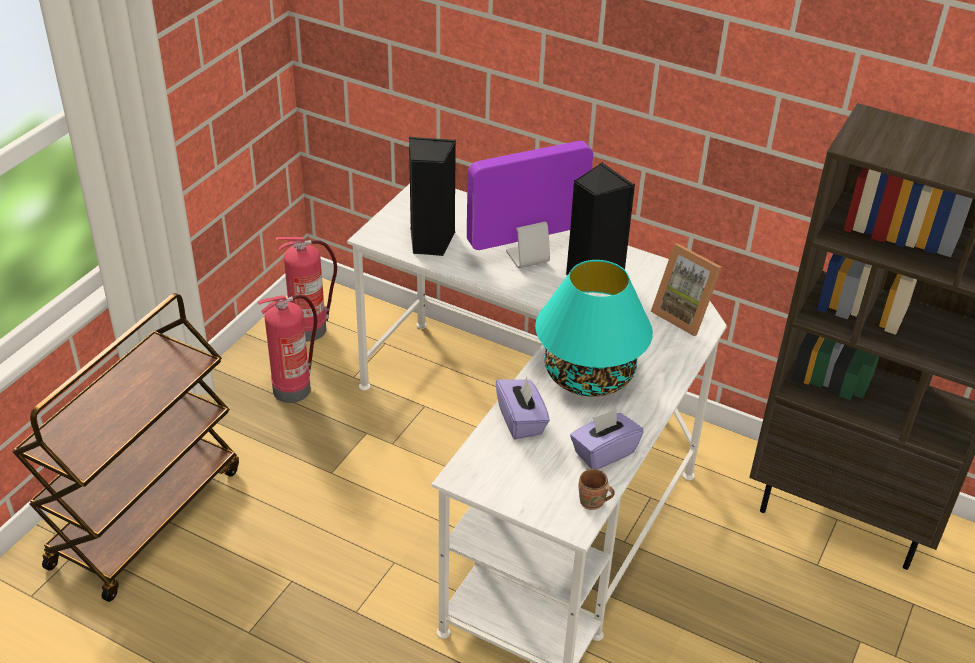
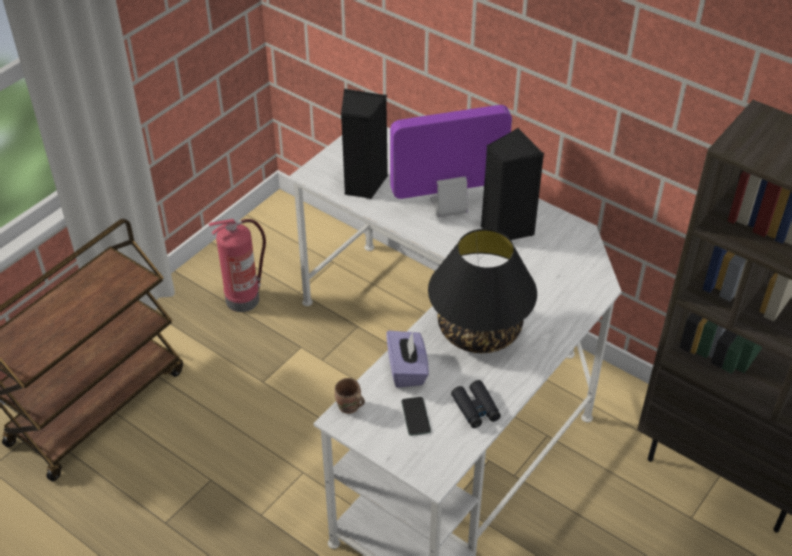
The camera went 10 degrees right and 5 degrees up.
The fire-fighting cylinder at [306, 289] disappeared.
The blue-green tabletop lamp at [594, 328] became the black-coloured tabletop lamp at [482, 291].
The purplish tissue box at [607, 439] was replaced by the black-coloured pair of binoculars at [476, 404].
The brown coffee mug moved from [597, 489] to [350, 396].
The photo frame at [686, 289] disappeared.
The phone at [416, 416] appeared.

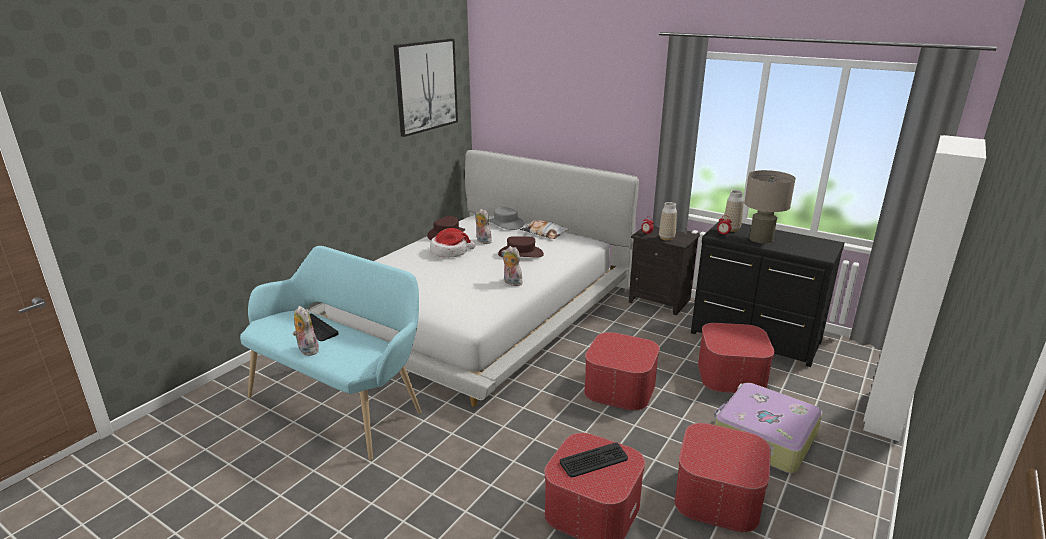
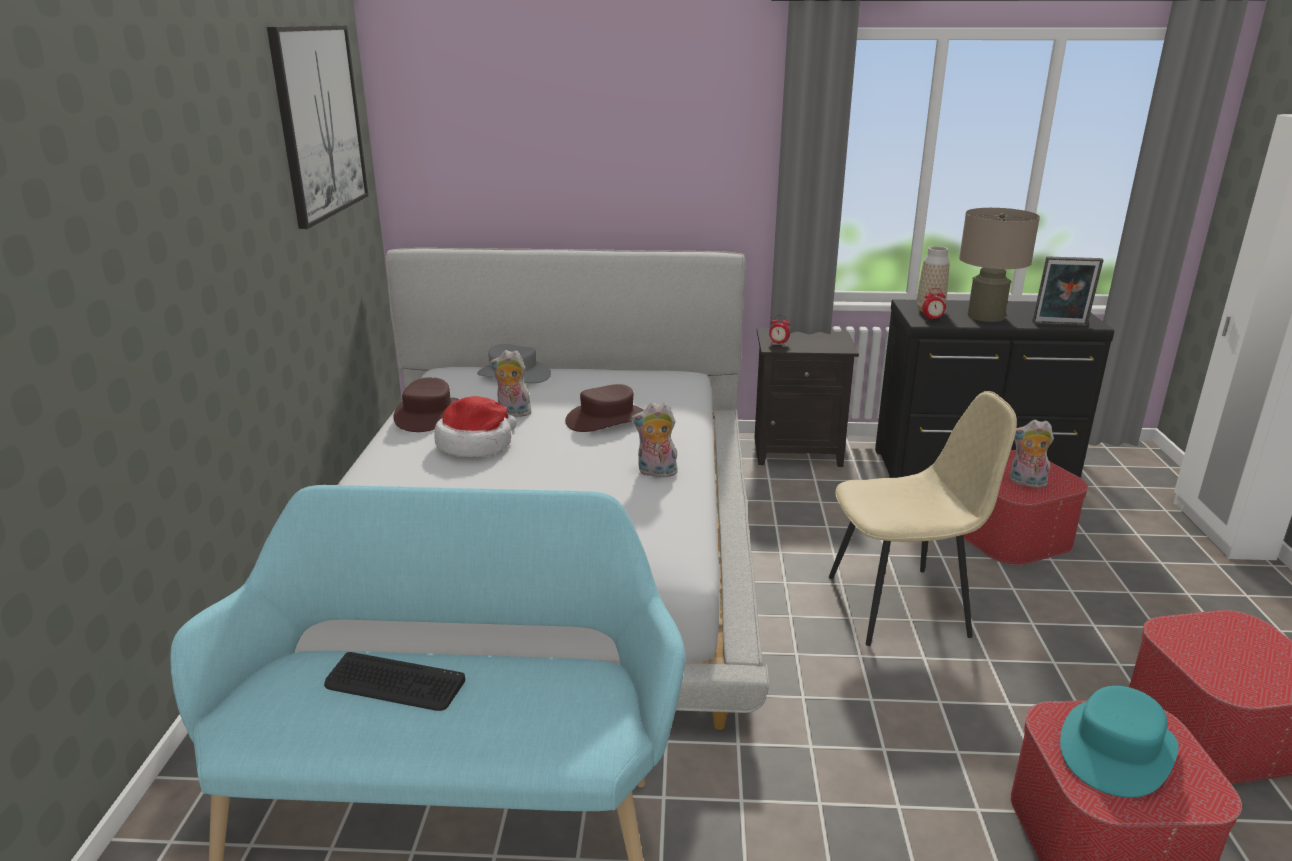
The camera went 30 degrees left and 0 degrees up.
The plush toy moved from [306, 331] to [1032, 454].
The pillow at [544, 229] disappeared.
The PC keyboard at [594, 459] was replaced by the blue-green hat at [1119, 742].
The ottoman at [622, 371] was replaced by the beige plain chair at [923, 518].
The flower vase at [668, 221] disappeared.
The suitcase at [768, 428] disappeared.
The photo frame at [1067, 291] appeared.

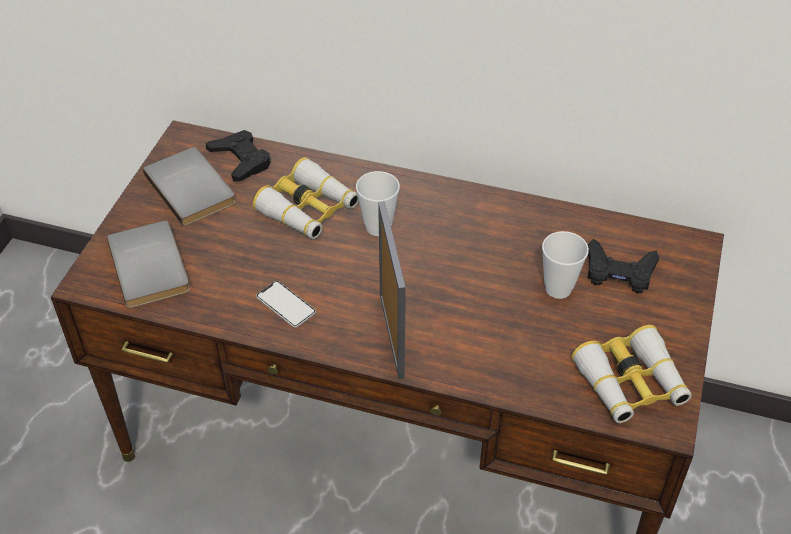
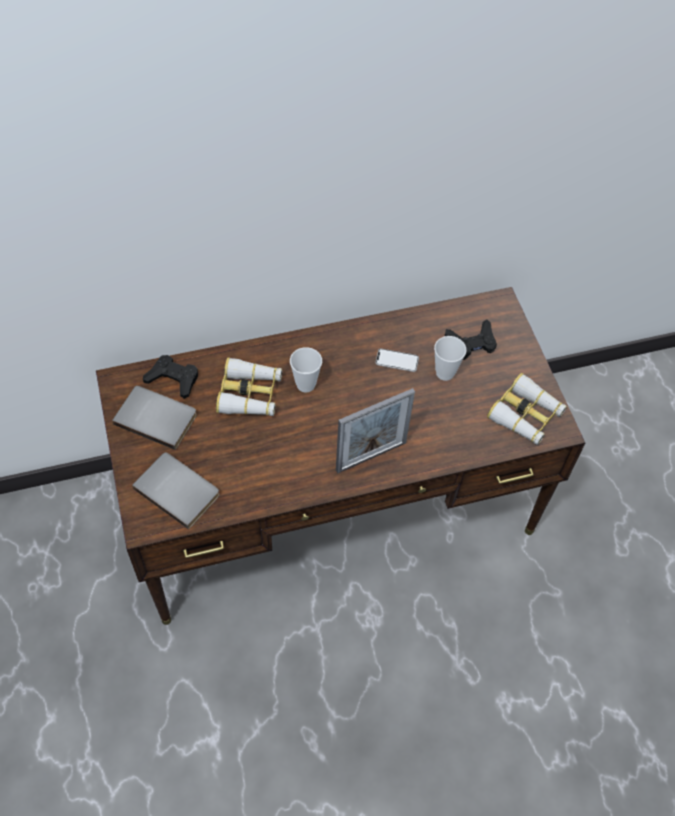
The camera went 35 degrees left and 10 degrees up.
The phone moved from [286, 304] to [397, 360].
The photo frame at [392, 290] turned 105 degrees clockwise.

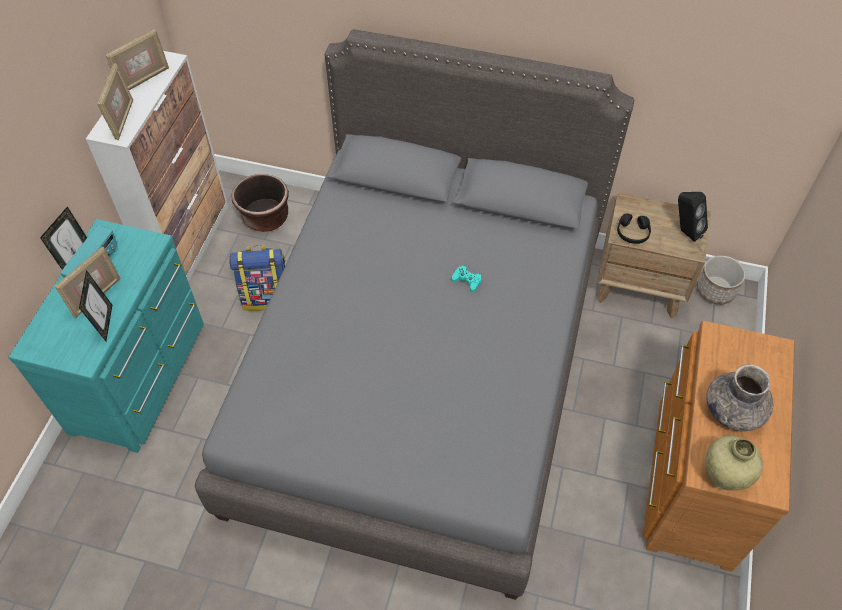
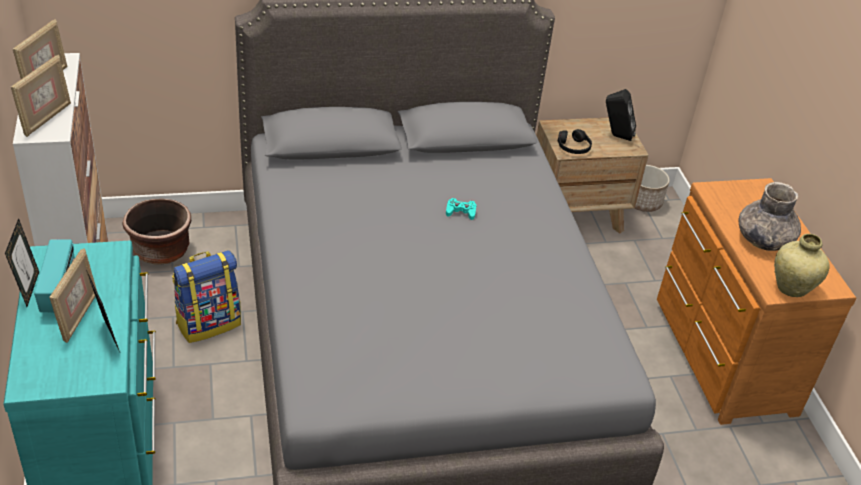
The camera went 30 degrees left and 15 degrees down.
The photo frame at [115, 101] turned 45 degrees clockwise.

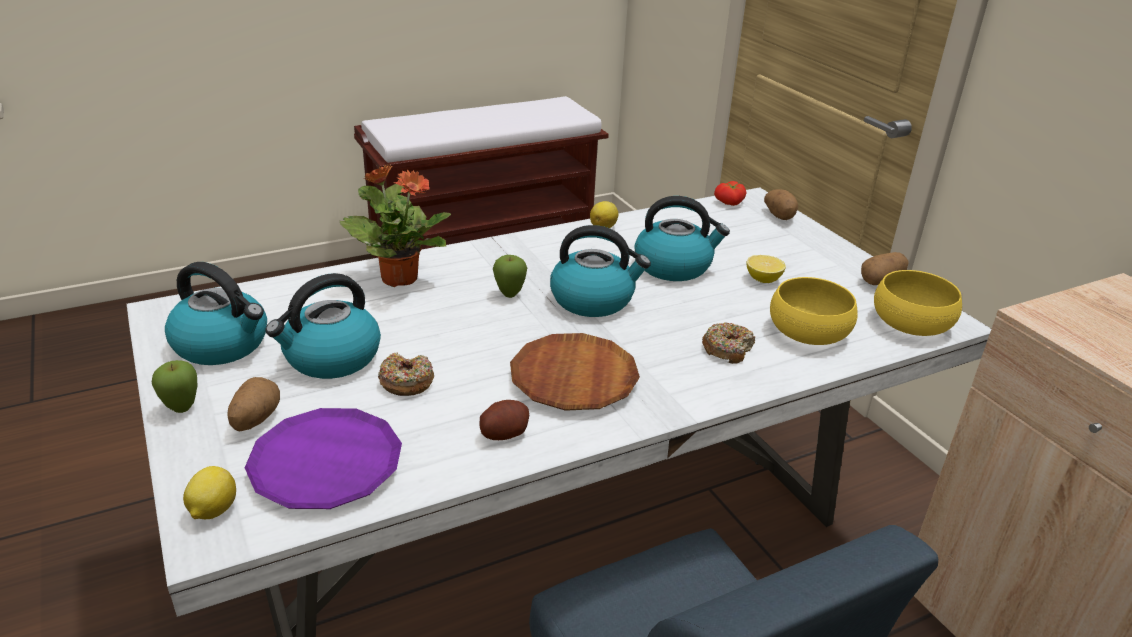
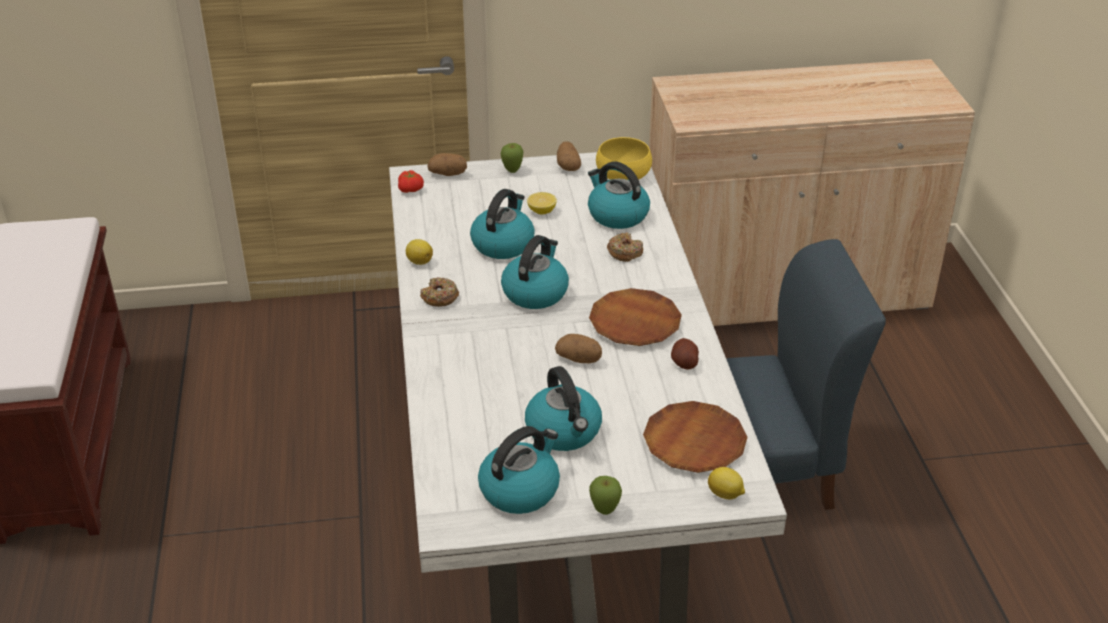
The camera went 70 degrees left and 5 degrees up.
The whole potato moved from [253, 404] to [578, 348].
The purplish plate at [323, 458] became the brown plate at [695, 437].
The houseplant at [395, 225] disappeared.
The donut moved from [406, 374] to [439, 292].
The apple moved from [510, 276] to [512, 158].
The yellowish serving bowl at [814, 311] was replaced by the kettle at [619, 195].

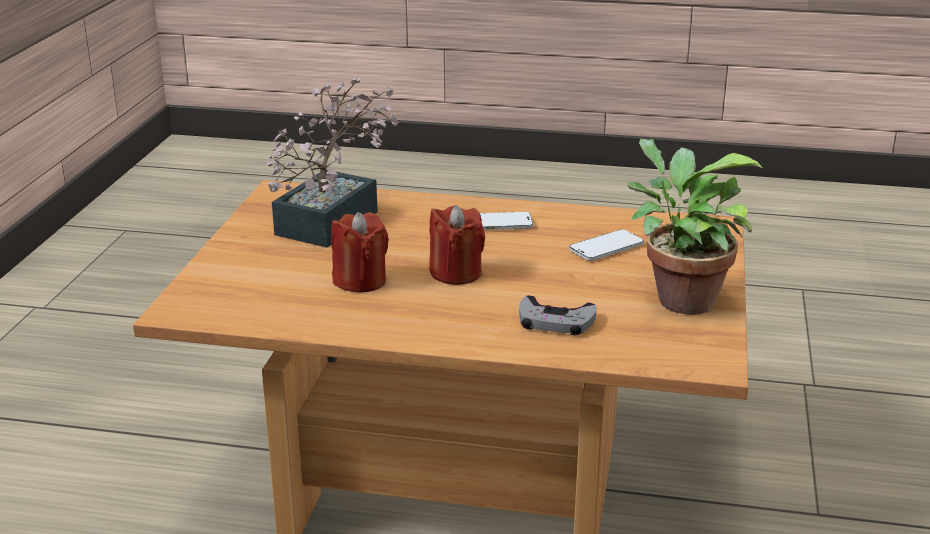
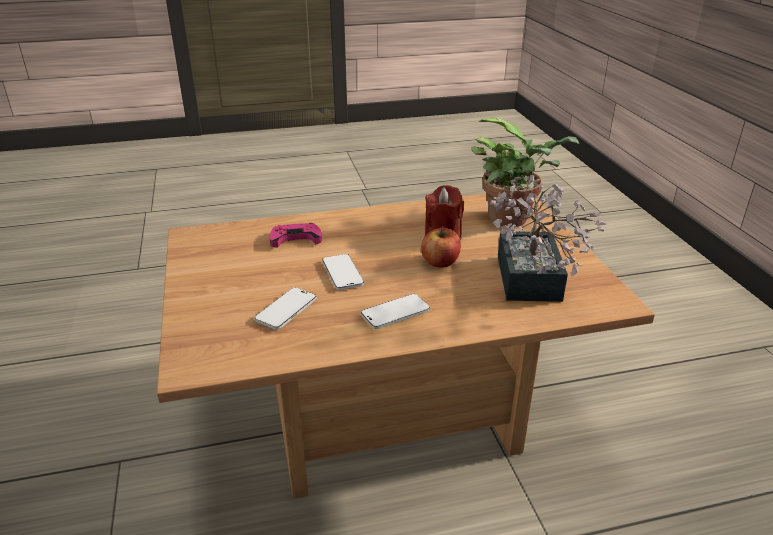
The camera went 155 degrees right and 5 degrees up.
The reddish wax candle at [457, 245] disappeared.
The grey joypad at [557, 315] became the pink joypad at [296, 235].
The houseplant moved from [695, 227] to [525, 172].
The phone at [343, 272] appeared.
The apple at [441, 247] appeared.

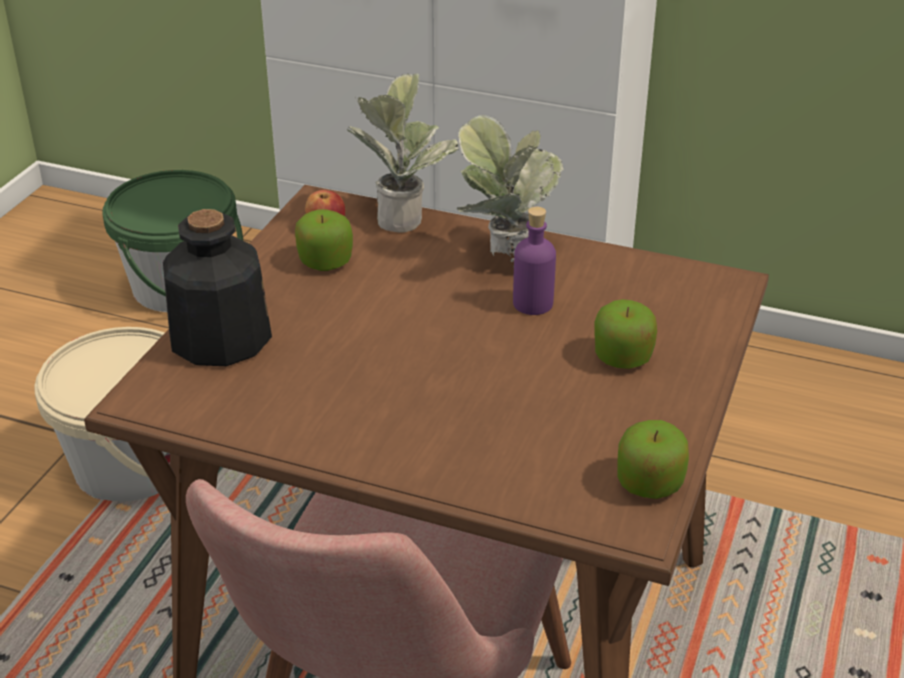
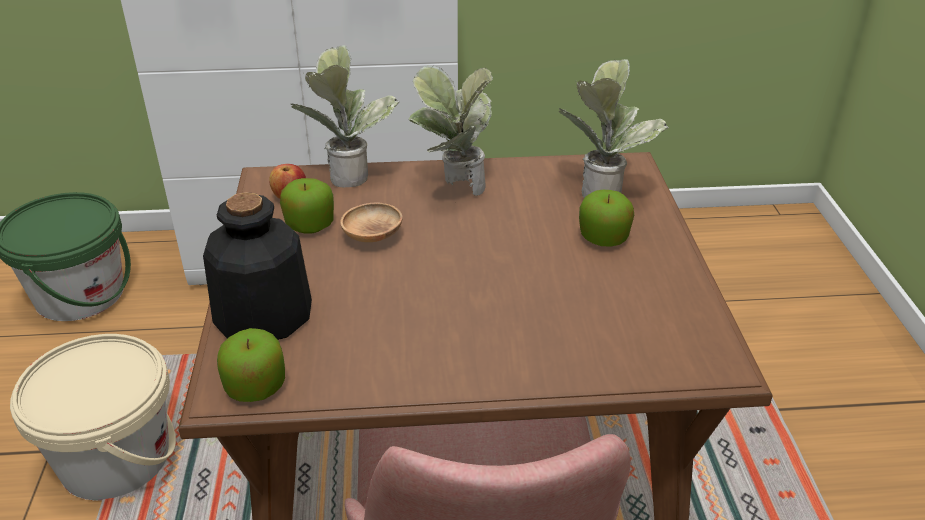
The camera went 25 degrees left and 0 degrees up.
The purplish drink bottle at [534, 261] disappeared.
The apple moved from [653, 459] to [251, 365].
The brown serving bowl at [371, 222] appeared.
The houseplant at [614, 128] appeared.

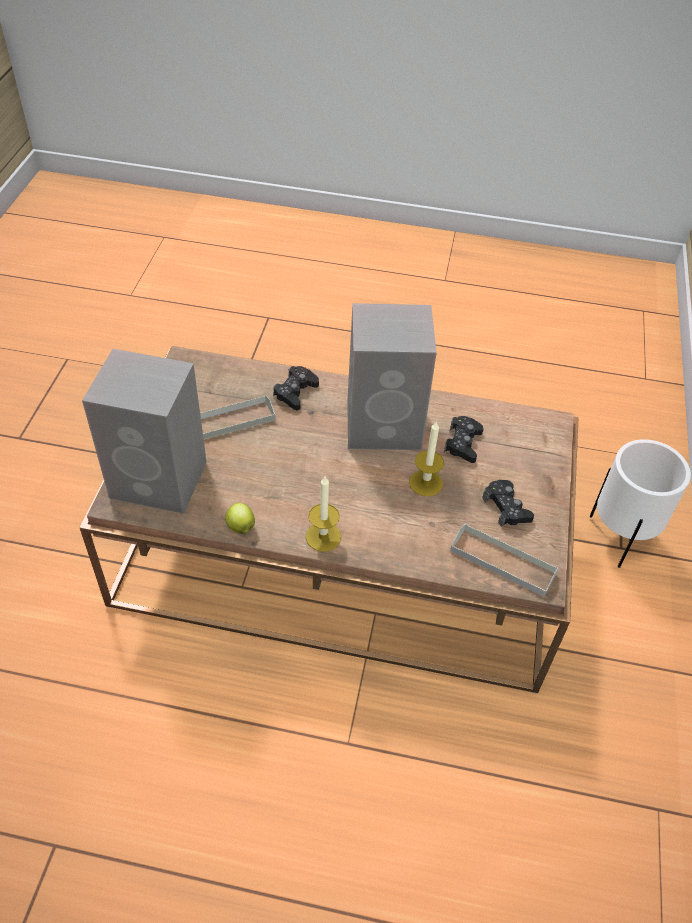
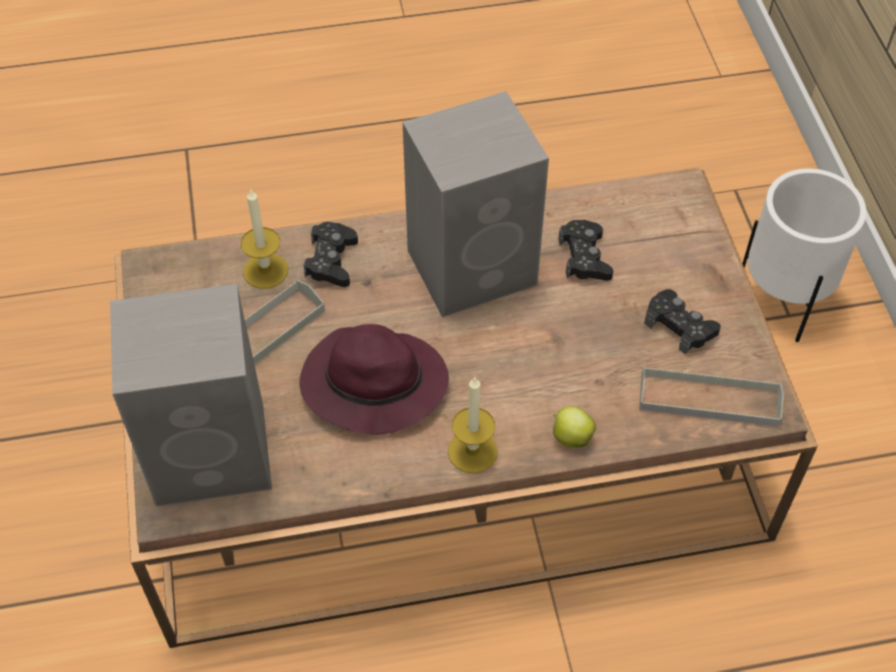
The camera went 20 degrees left and 5 degrees up.
The apple moved from [240, 518] to [574, 427].
The wax candle moved from [426, 458] to [264, 238].
The purplish hat at [374, 379] appeared.

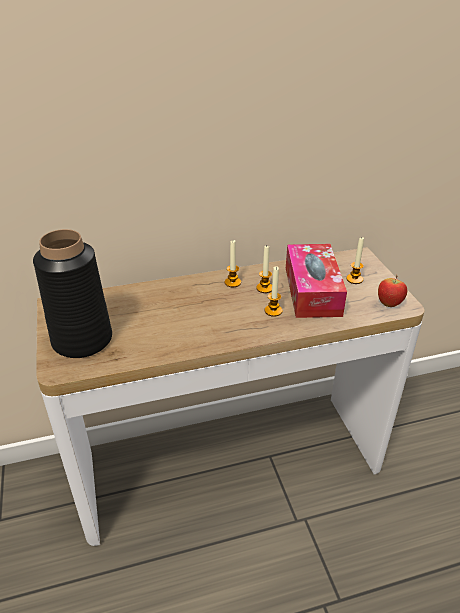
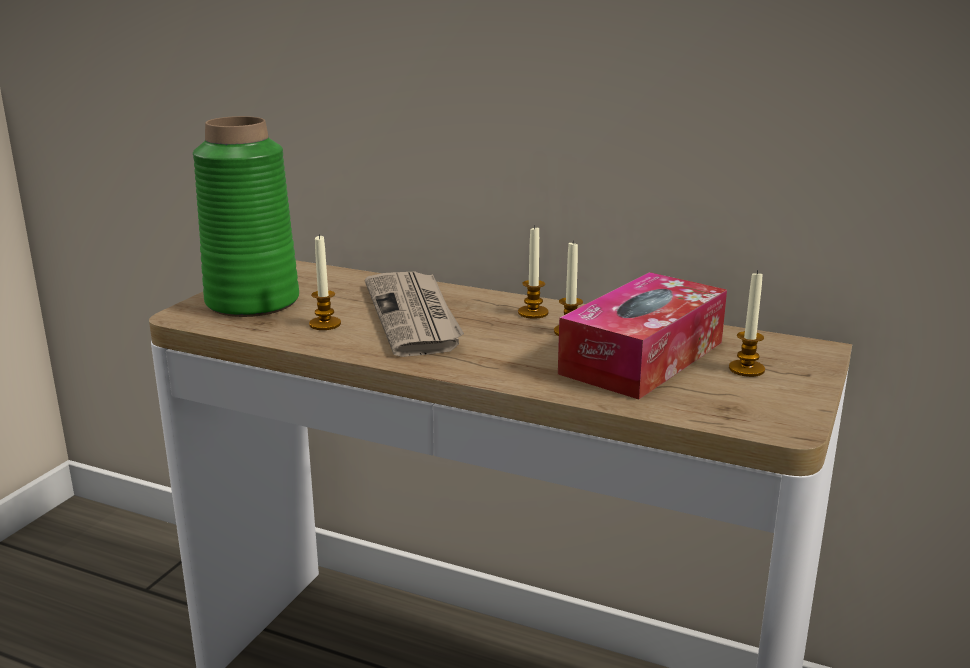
The camera went 40 degrees right and 15 degrees down.
The black-coloured flower vase at [72, 293] became the greenish flower vase at [246, 216].
The wax candle moved from [273, 291] to [325, 282].
The apple at [392, 291] disappeared.
The newspaper at [414, 314] appeared.

